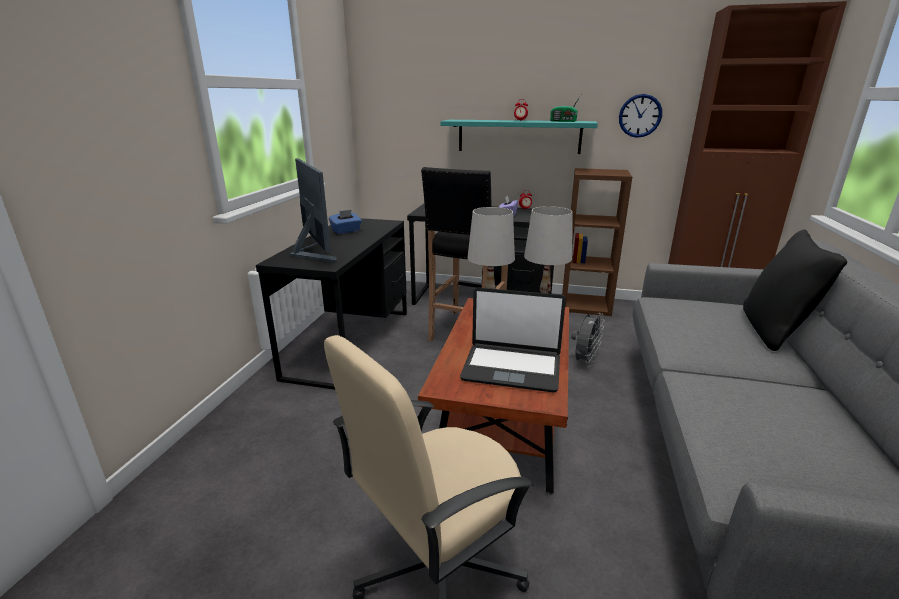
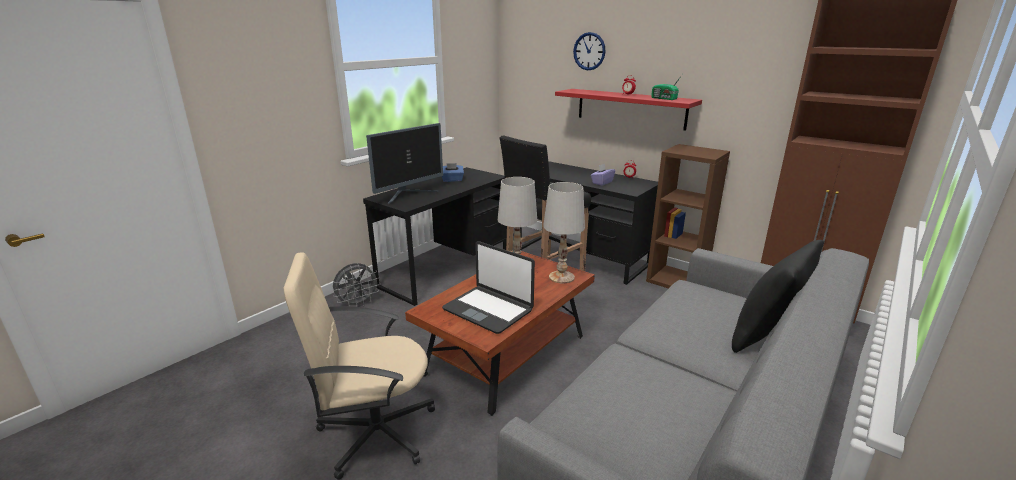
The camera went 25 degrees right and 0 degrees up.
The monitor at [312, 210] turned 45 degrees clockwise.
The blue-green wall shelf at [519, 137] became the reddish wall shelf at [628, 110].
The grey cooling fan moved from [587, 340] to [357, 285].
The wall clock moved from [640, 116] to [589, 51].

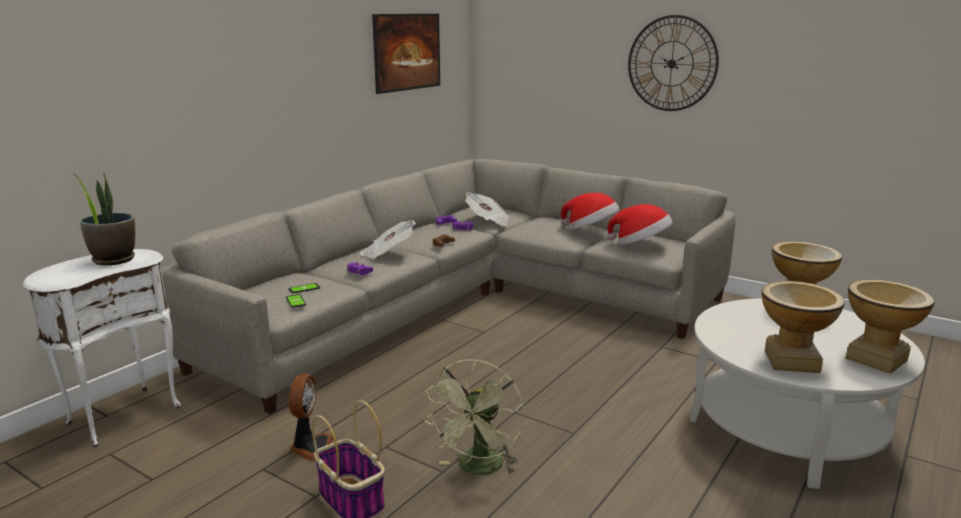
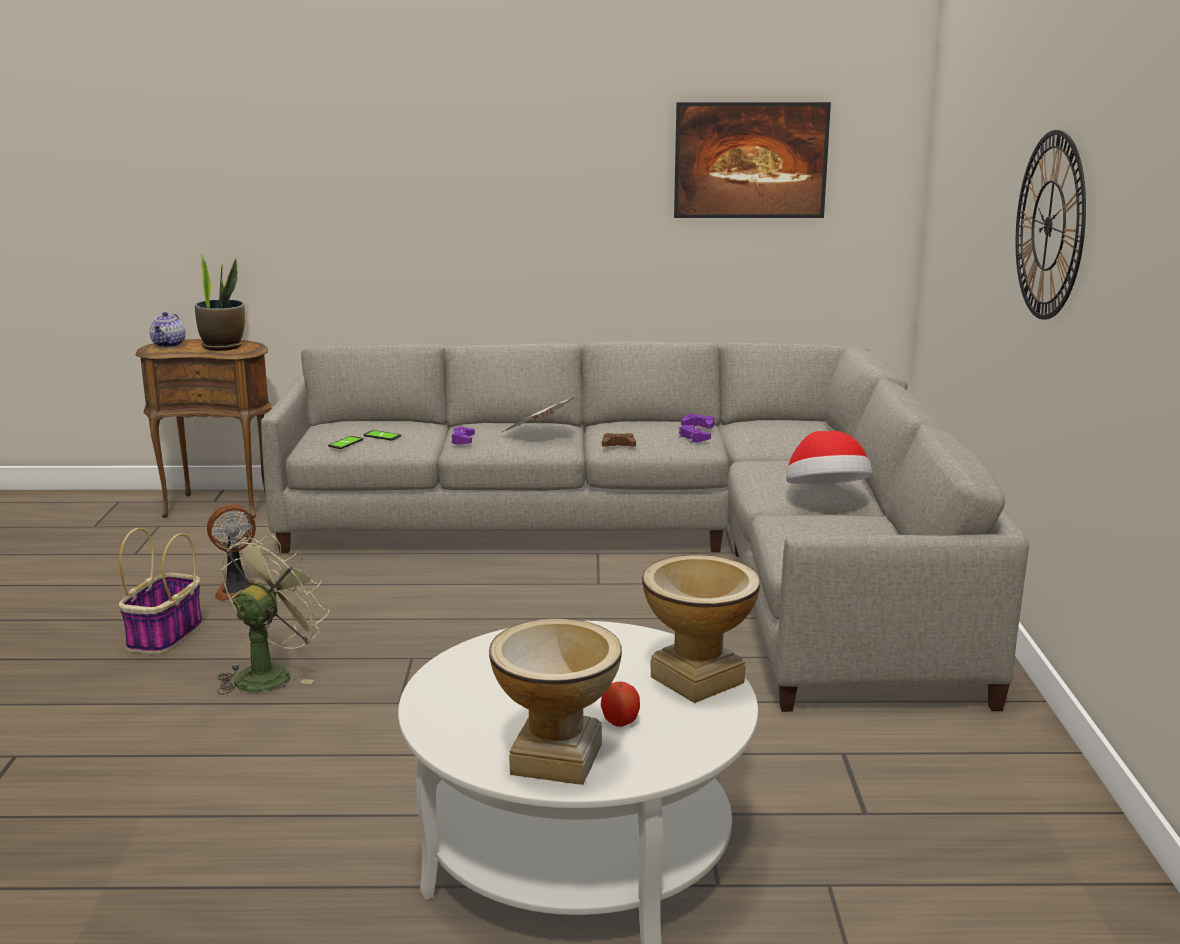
The camera went 55 degrees right and 0 degrees up.
The white-coloured end table at [102, 348] became the brown end table at [204, 428].
The greenish cooling fan at [474, 417] turned 135 degrees clockwise.
The newspaper at [487, 209] disappeared.
The hat at [640, 224] disappeared.
The flower vase at [803, 327] disappeared.
The pot for tea at [168, 330] appeared.
The apple at [620, 704] appeared.

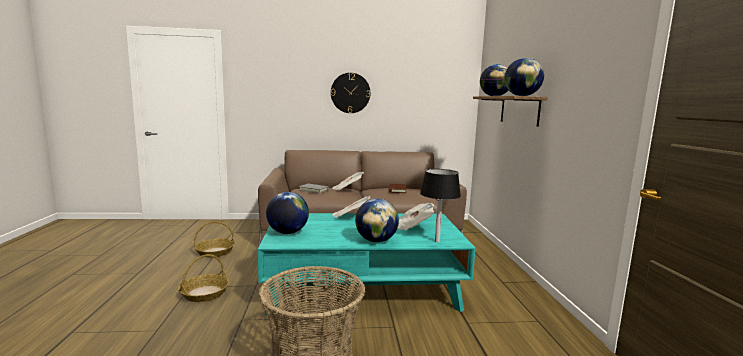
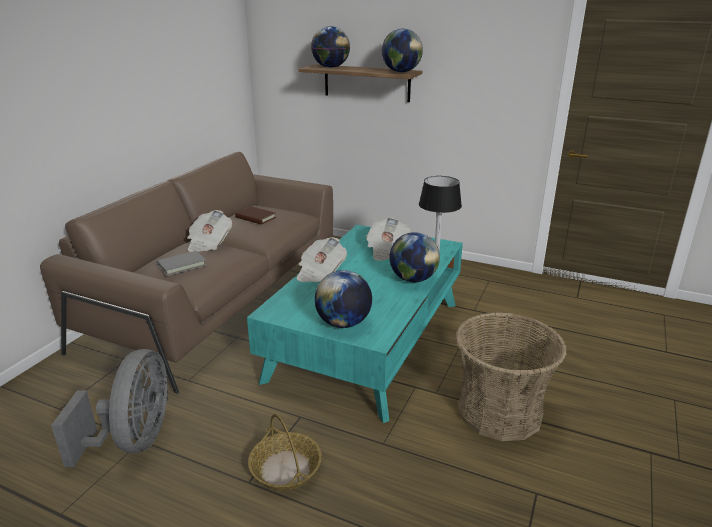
The camera went 60 degrees left and 15 degrees up.
The basket at [214, 239] was replaced by the grey cooling fan at [109, 408].
The wall clock at [350, 93] disappeared.

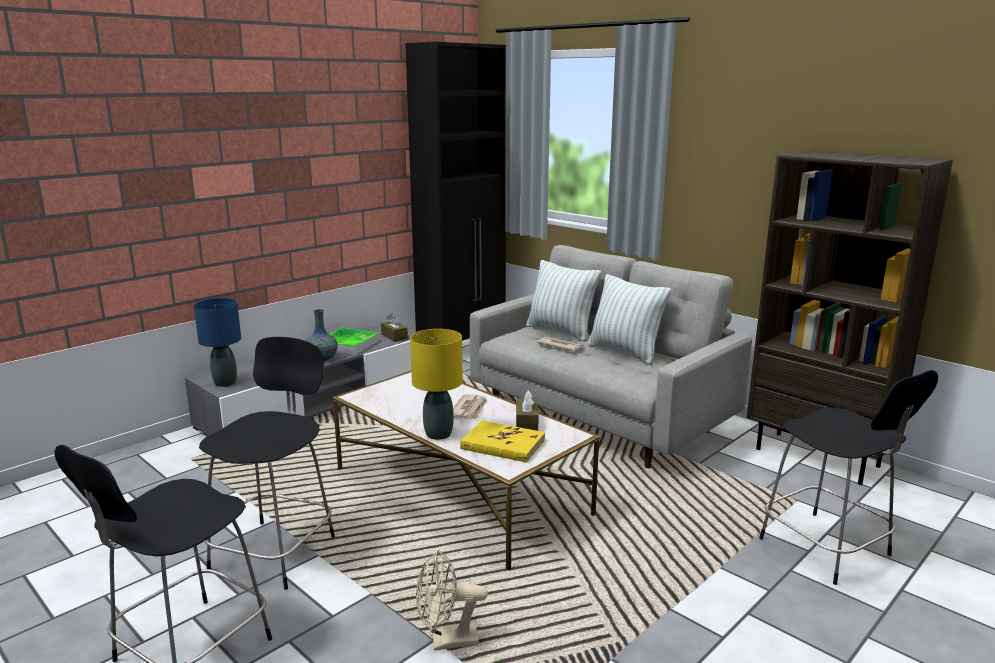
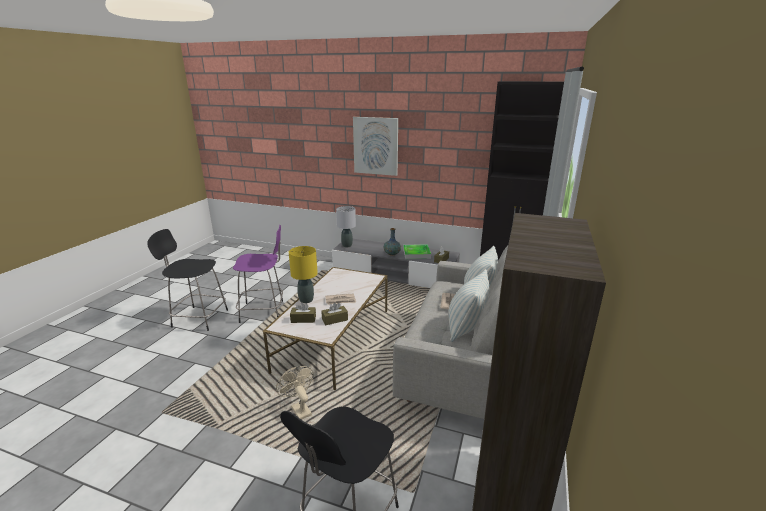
The camera went 65 degrees right and 5 degrees up.
The blue tabletop lamp at [217, 342] became the grey tabletop lamp at [346, 226].
The black-coloured stool at [267, 463] became the purplish stool at [258, 274].
The beige cooling fan moved from [452, 599] to [295, 393].
The yellowish volume at [502, 441] was replaced by the brown tissue box at [303, 312].
The picture at [375, 146] appeared.

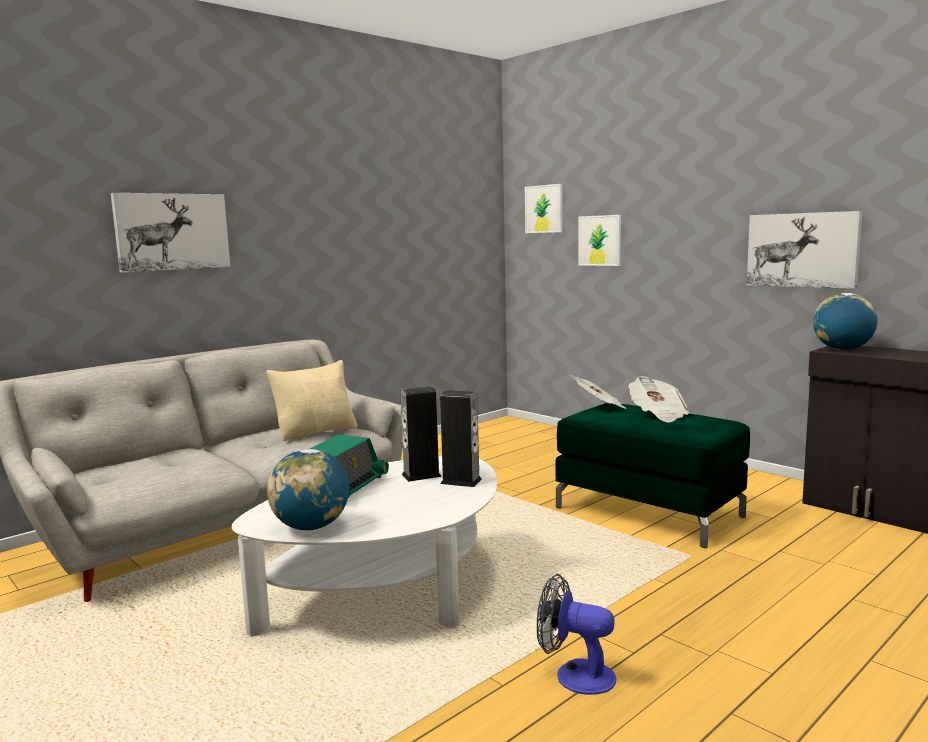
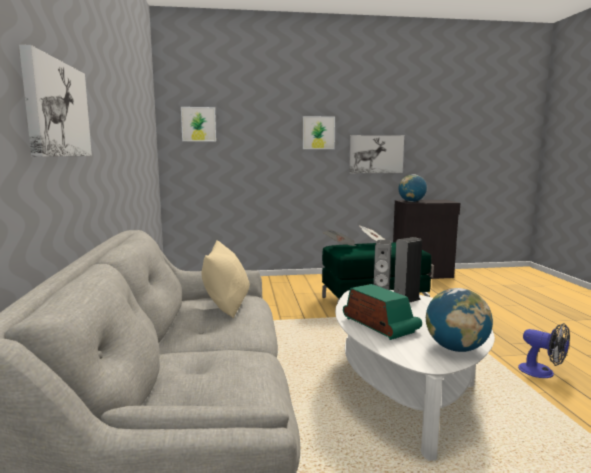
The camera went 55 degrees left and 0 degrees up.
The cooling fan at [576, 634] turned 105 degrees counterclockwise.
The picture moved from [600, 240] to [319, 132].

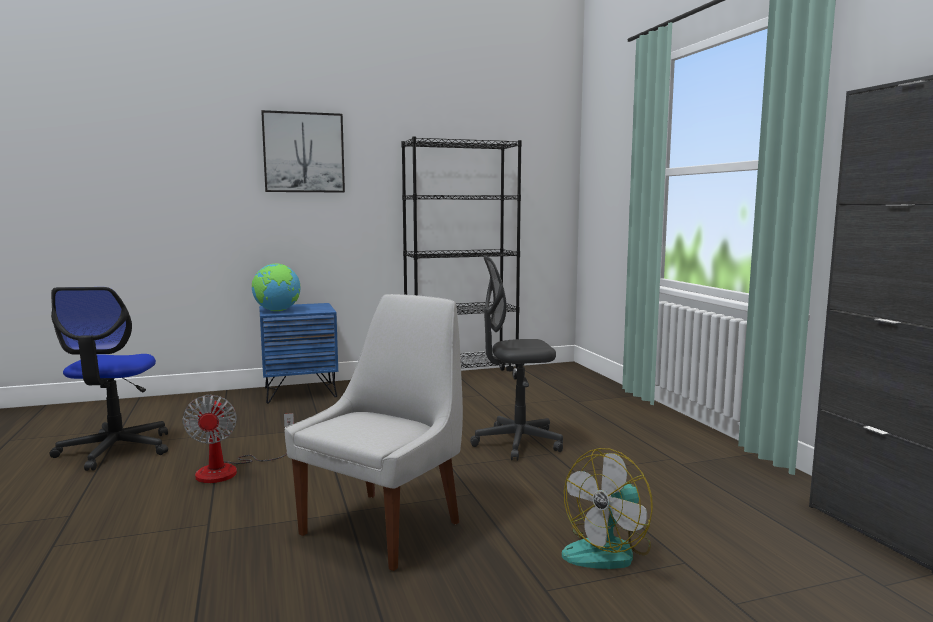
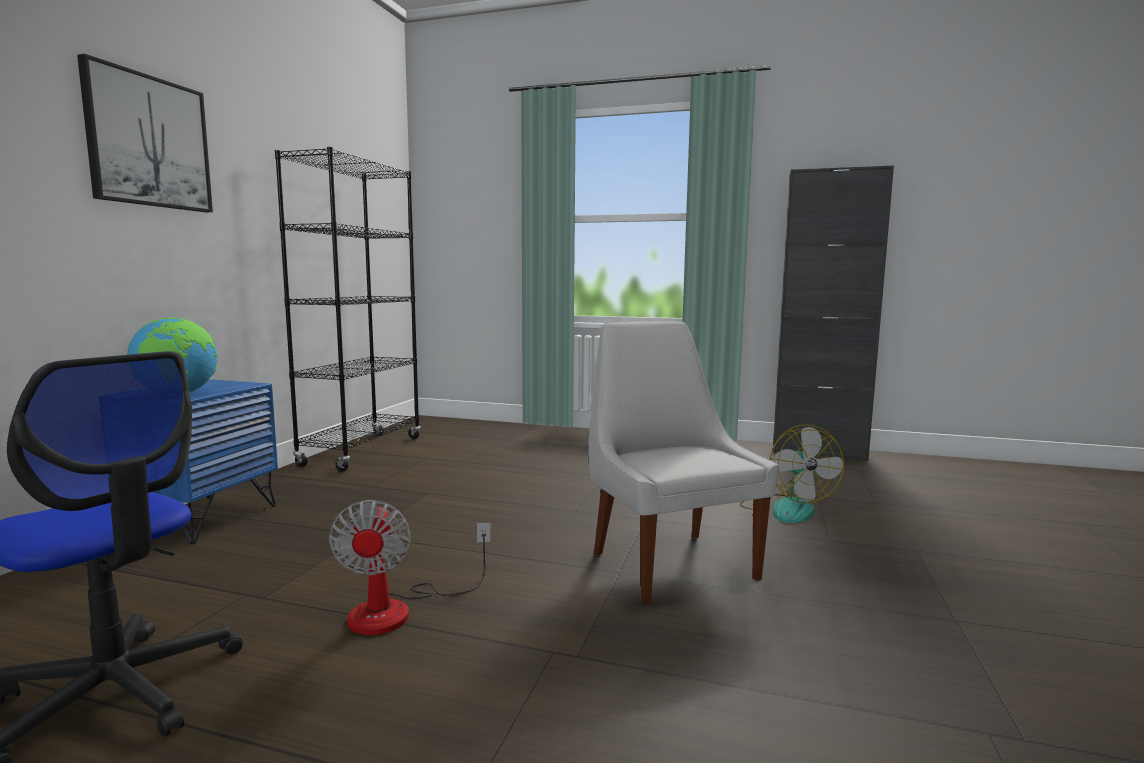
The camera went 55 degrees left and 0 degrees up.
The cooling fan at [238, 439] turned 60 degrees clockwise.
The grey office chair at [516, 358] disappeared.

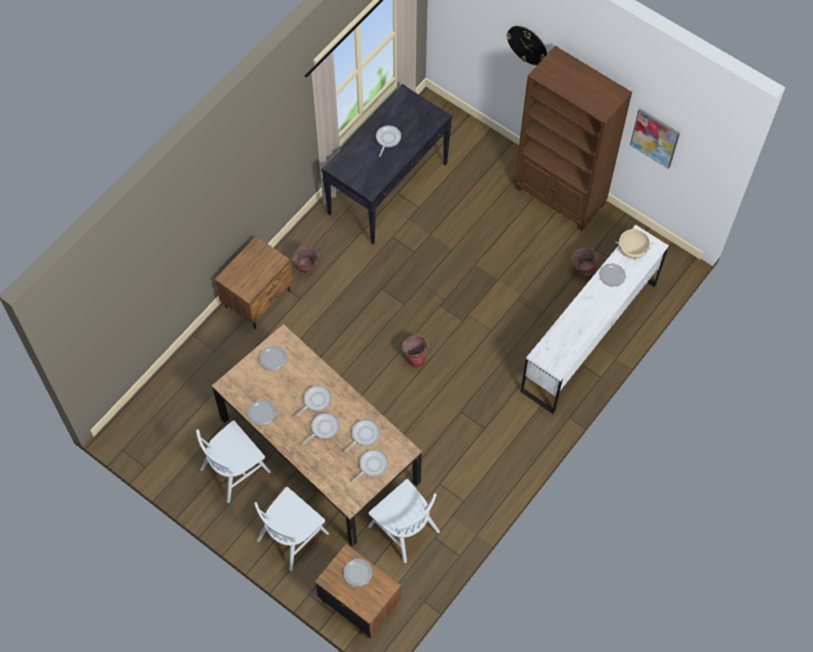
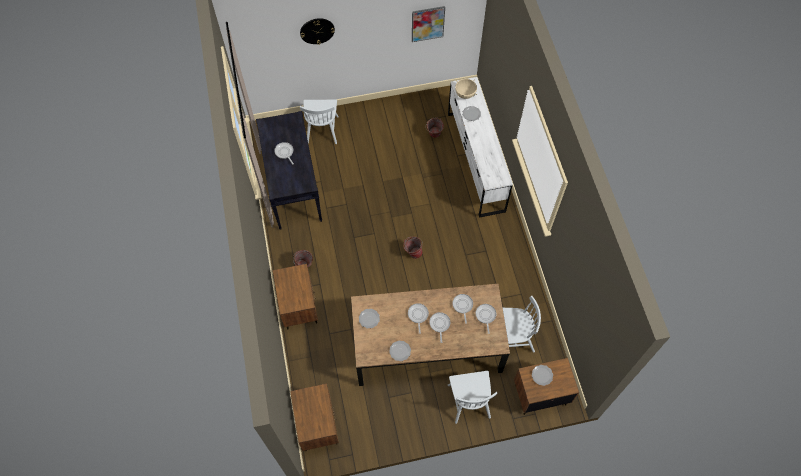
The camera went 50 degrees left and 0 degrees up.
The white-coloured plain chair moved from [233, 461] to [319, 122].
The brown bookcase at [573, 138] disappeared.
The brown night table at [314, 417] appeared.

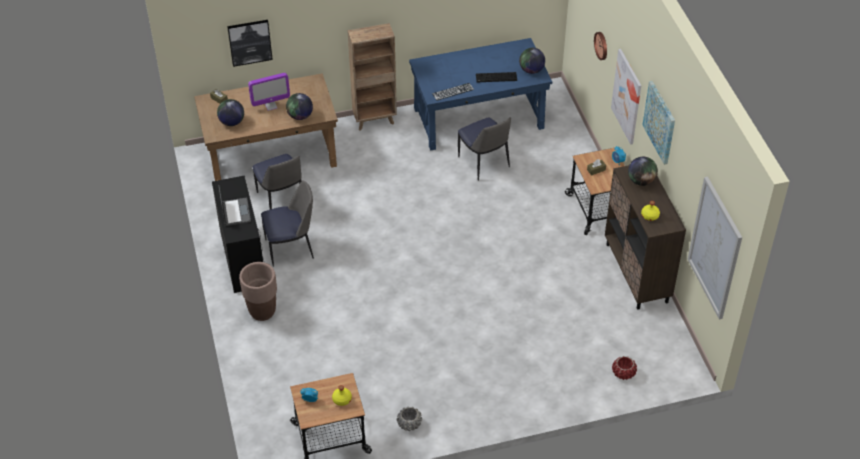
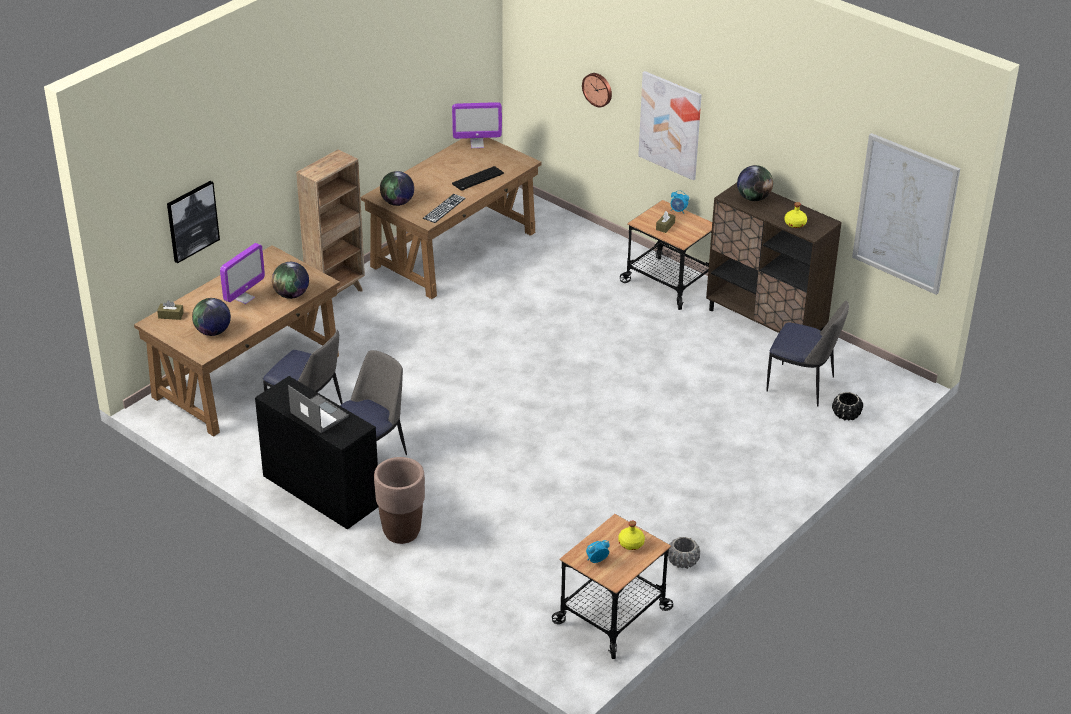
The camera went 35 degrees left and 10 degrees down.
The blue desk unit at [480, 94] became the brown desk unit at [451, 218].
The plain chair moved from [484, 149] to [808, 353].
The world globe moved from [532, 61] to [397, 188].
The reddish flower pot at [624, 368] became the black-coloured flower pot at [847, 406].
The picture at [658, 123] disappeared.
The monitor at [477, 125] appeared.

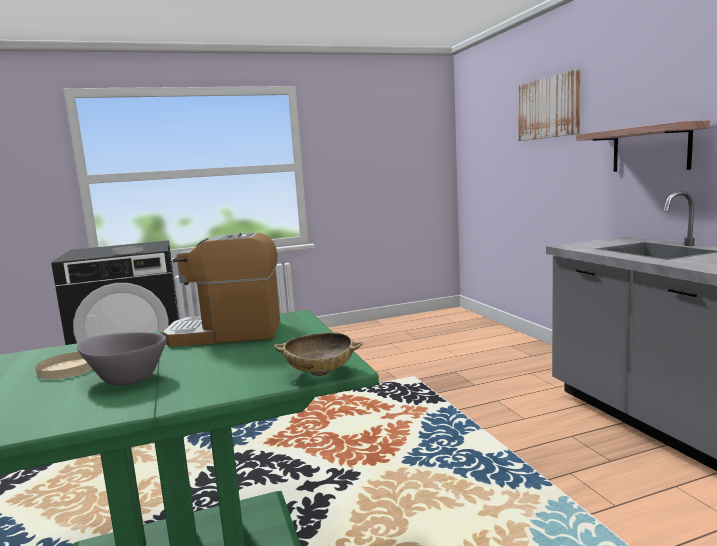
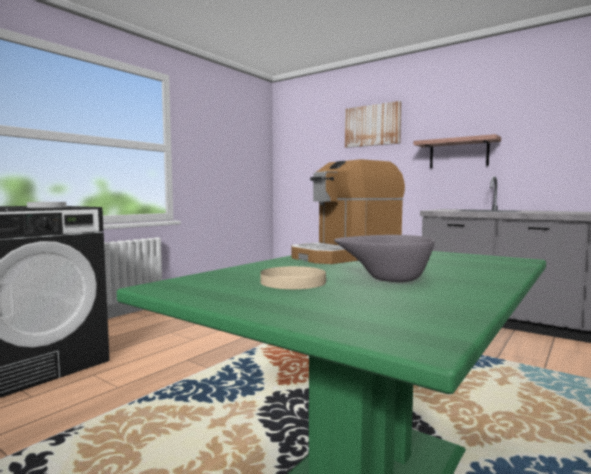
The camera went 35 degrees left and 5 degrees down.
The beige serving bowl at [318, 354] disappeared.

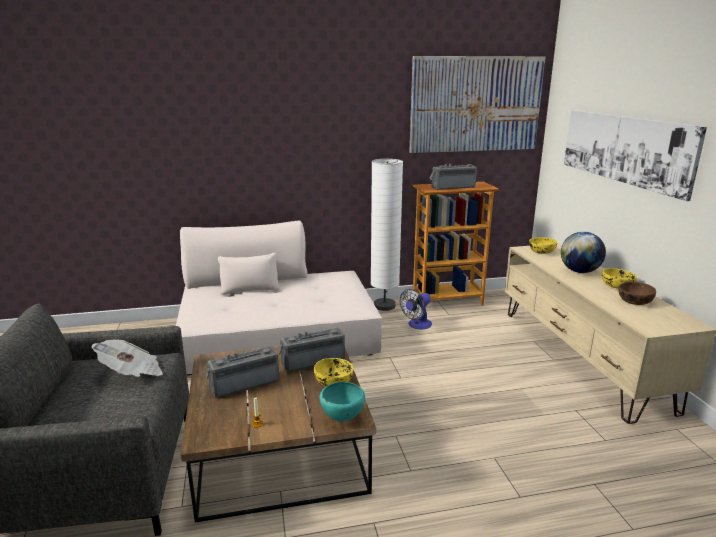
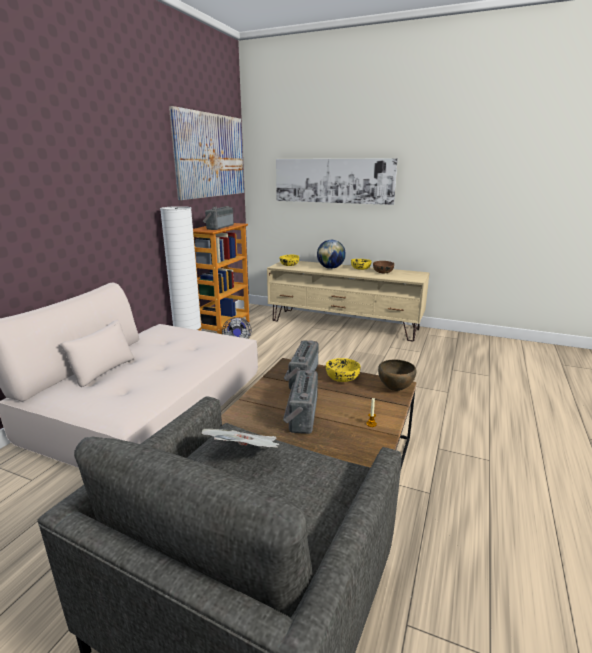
The camera went 55 degrees left and 0 degrees up.
The blue-green serving bowl at [342, 402] became the brown serving bowl at [397, 375].

